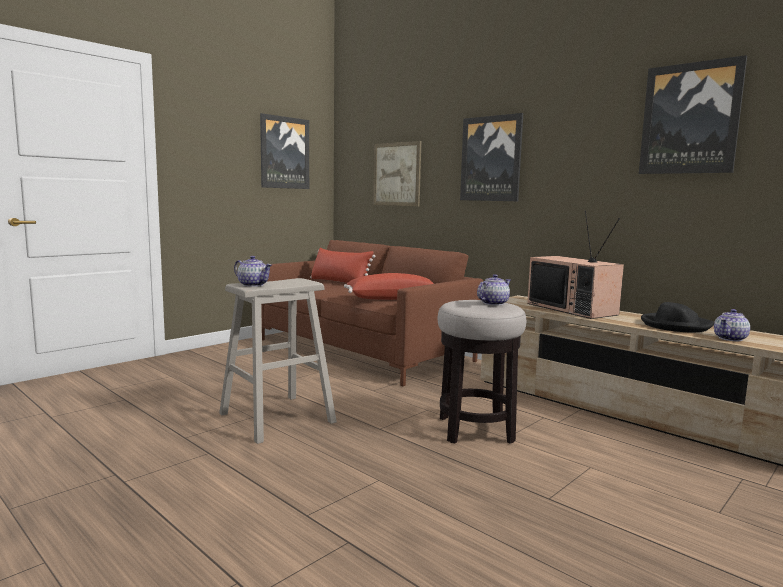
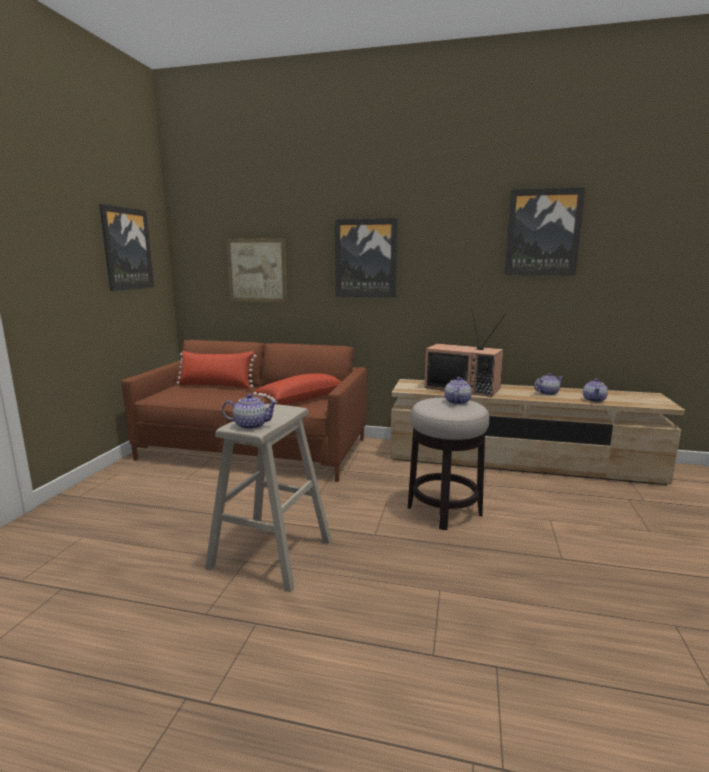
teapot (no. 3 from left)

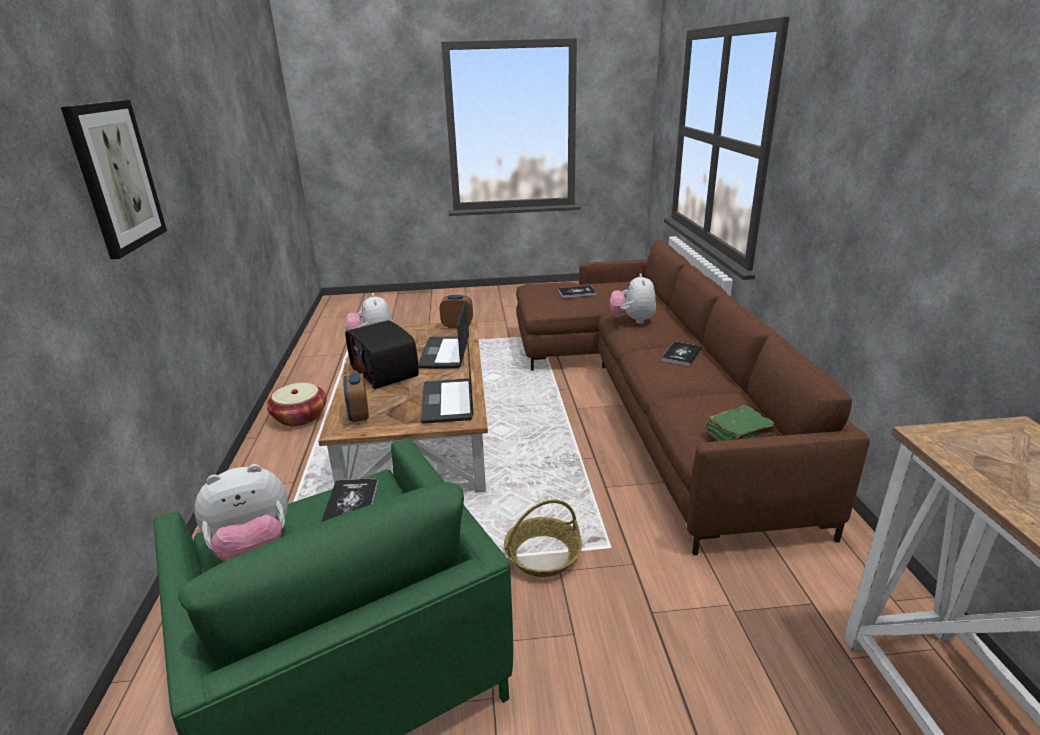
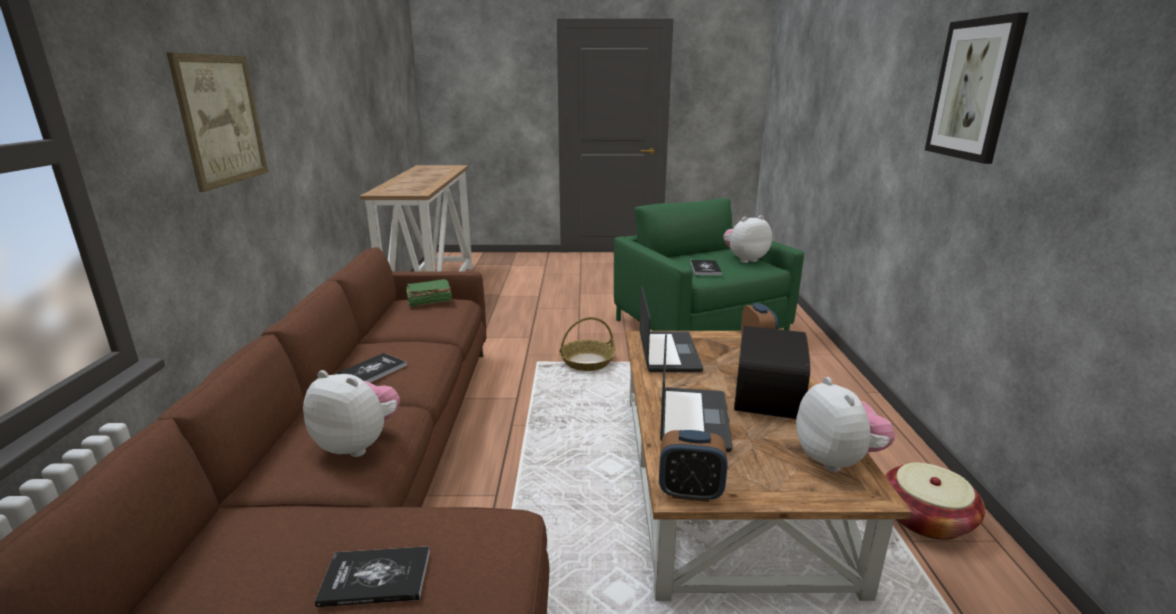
cuddly toy (no. 1 from left)
radio
picture (no. 1 from left)

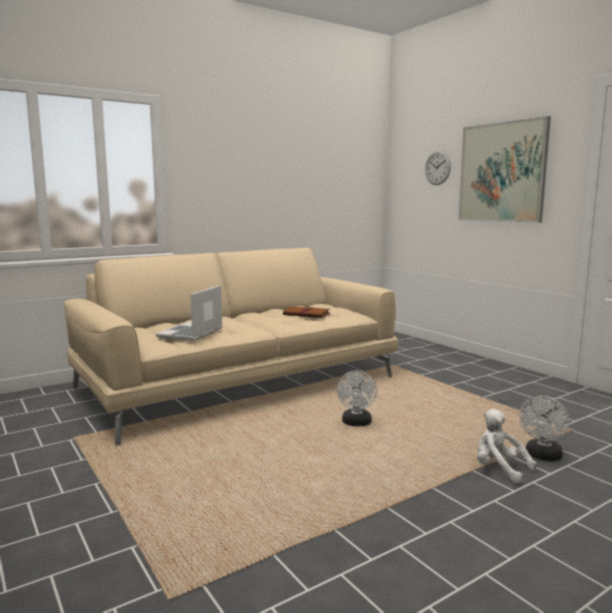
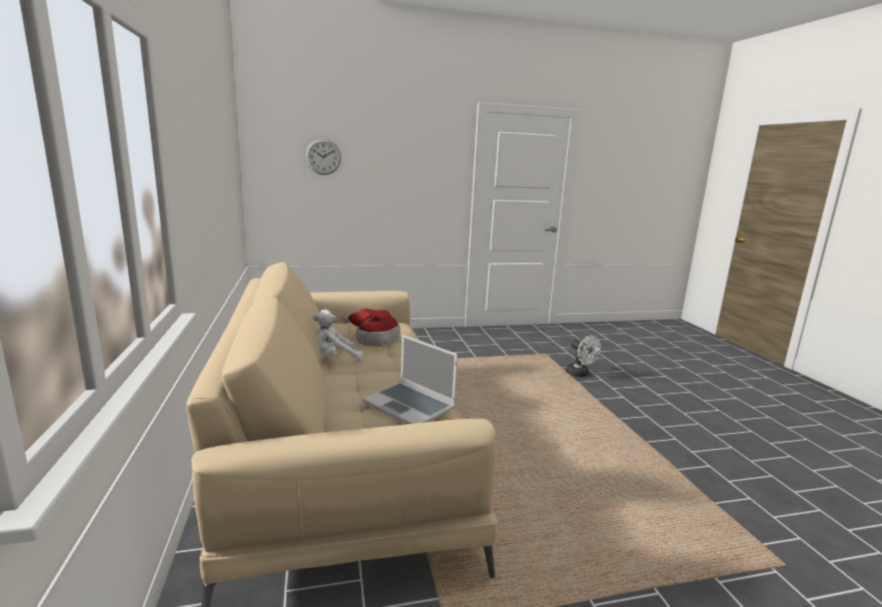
picture
wearable hat
fan/whitish (no. 1 from left in the first image)
cuddly toy/whitish

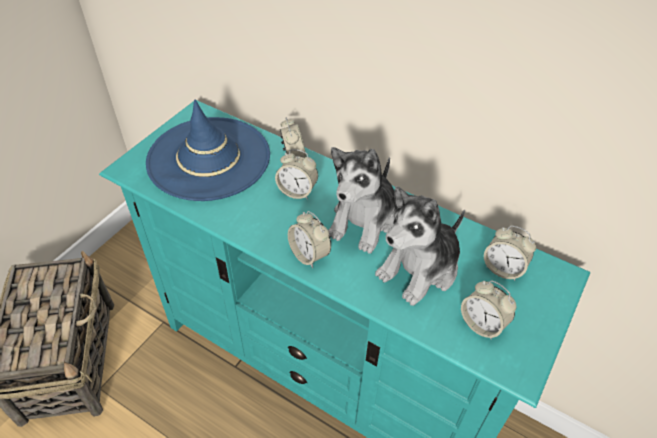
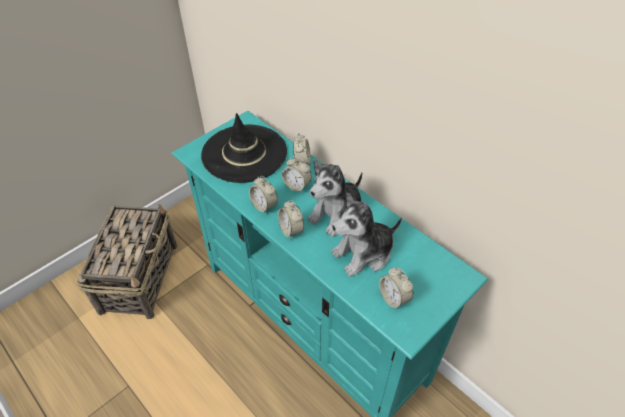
wearable hat/black-coloured
table clock (no. 1 from left)

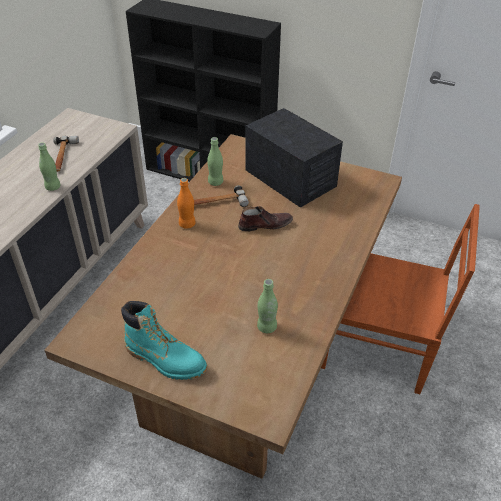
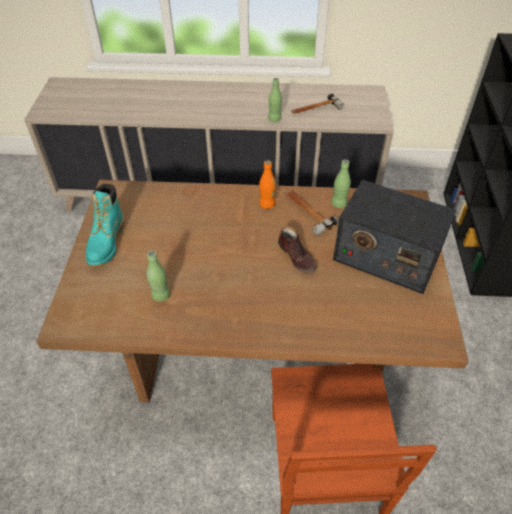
radio

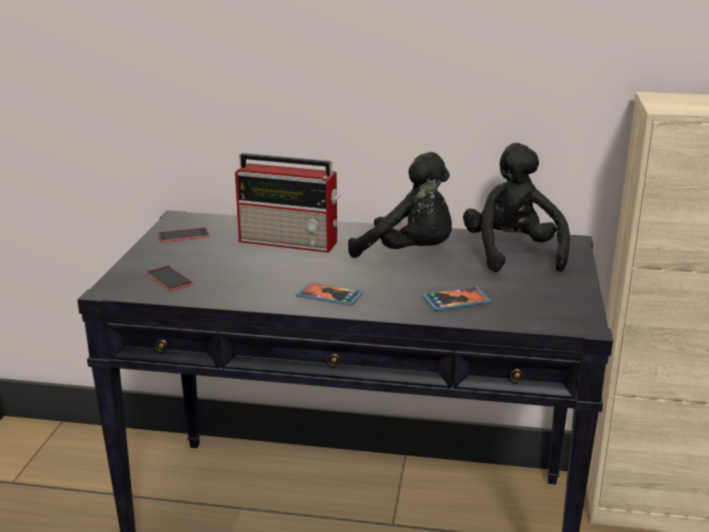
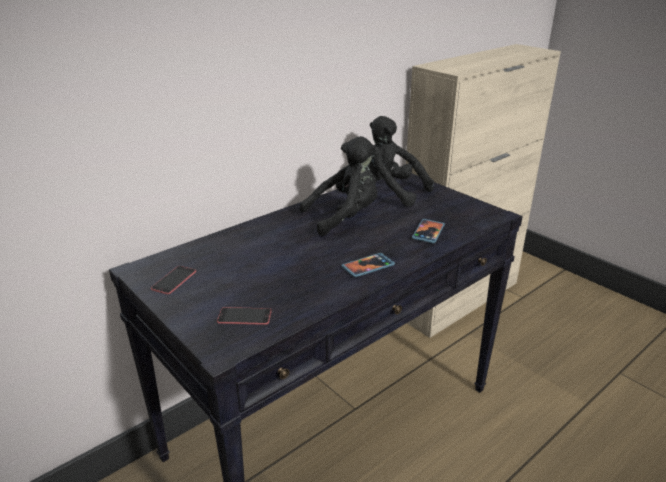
radio

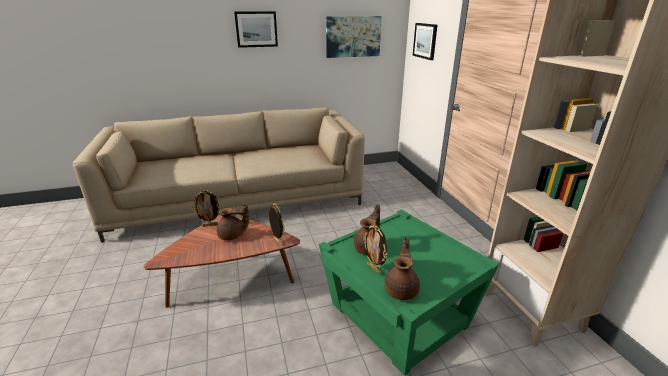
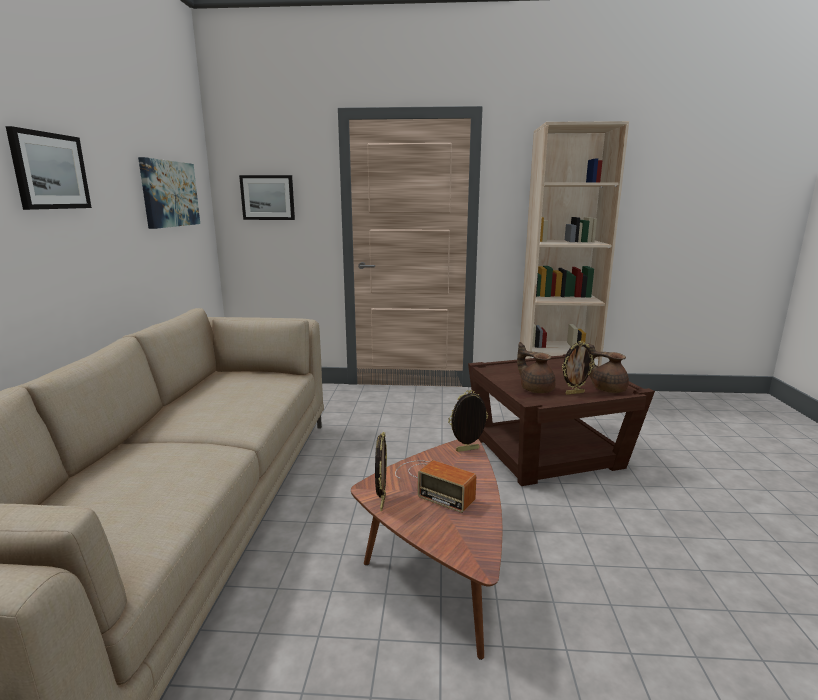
radio
accent table/brown

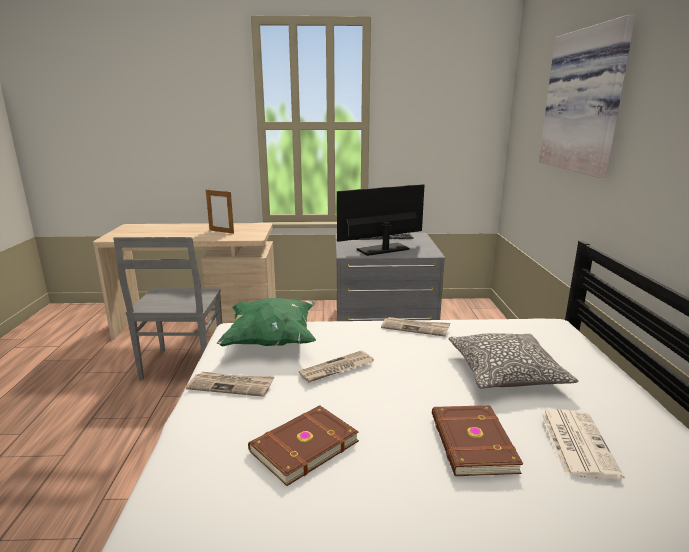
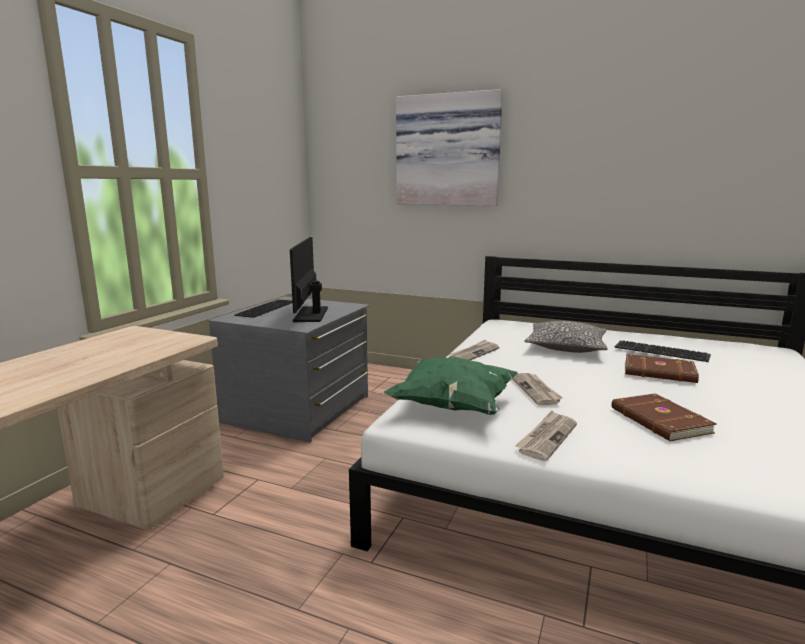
photo frame
upright chair/greyish
keyboard (no. 2 from left)

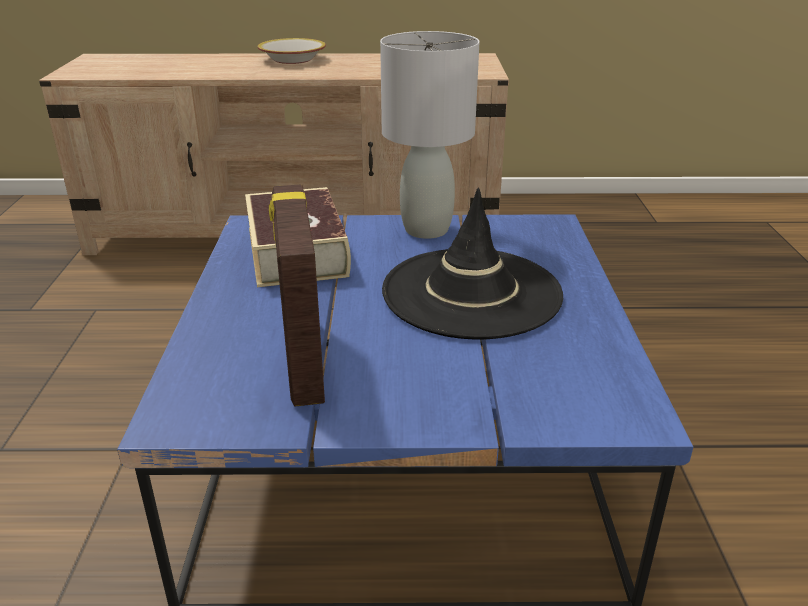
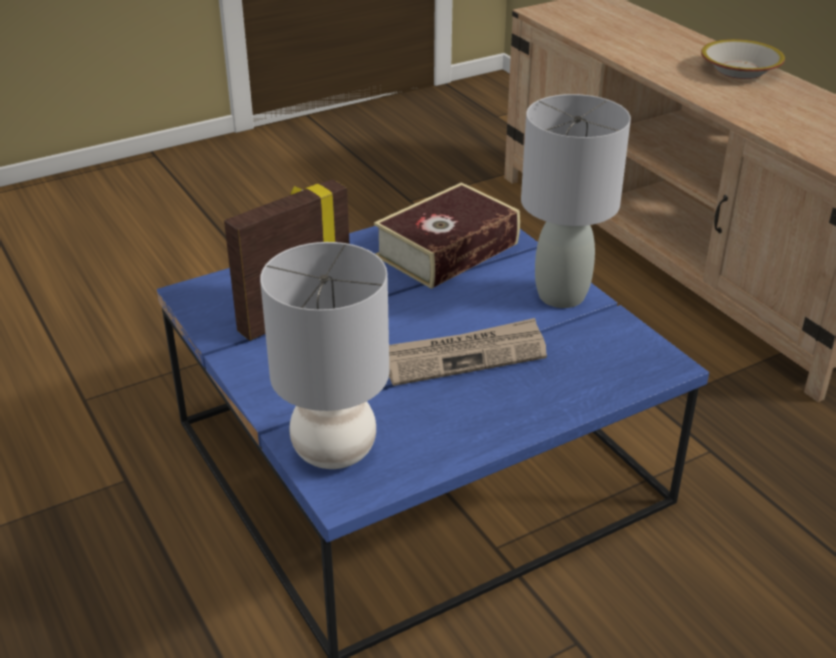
printed paper
table lamp/greyish (no. 1 from left)

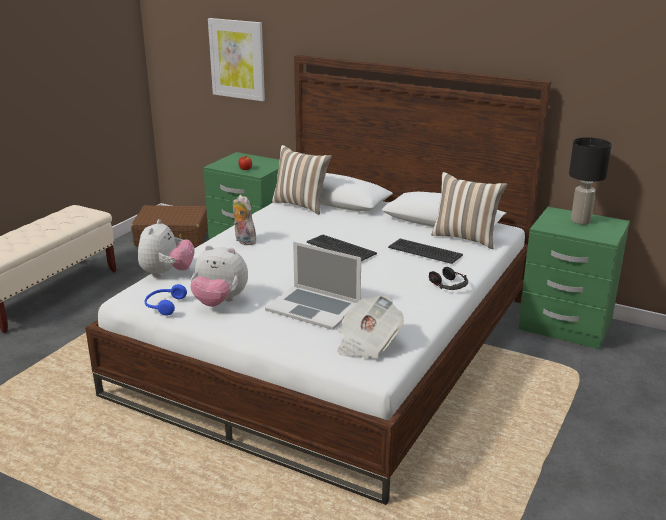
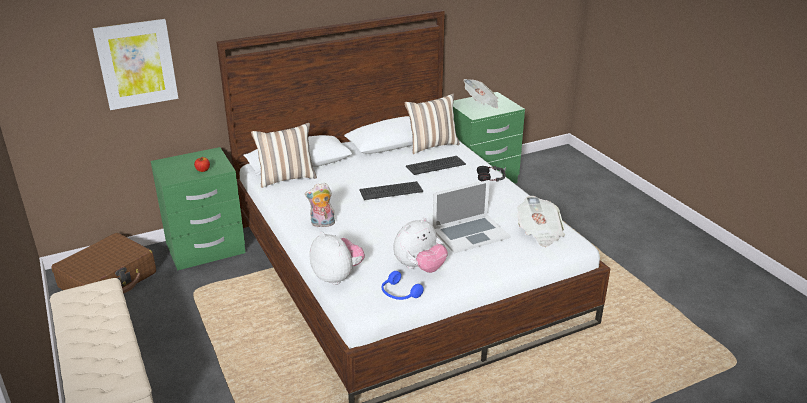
printed paper (no. 1 from left)

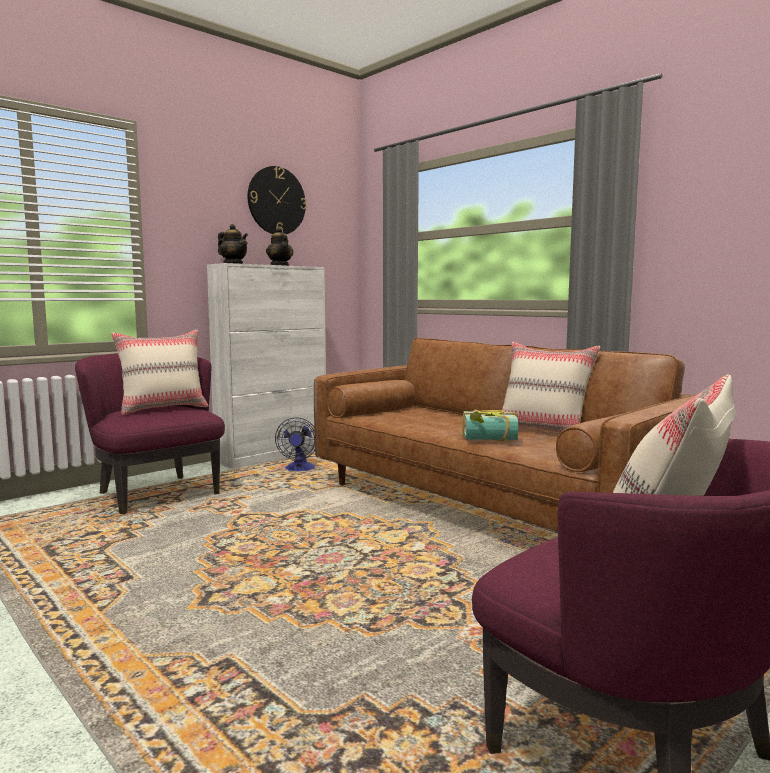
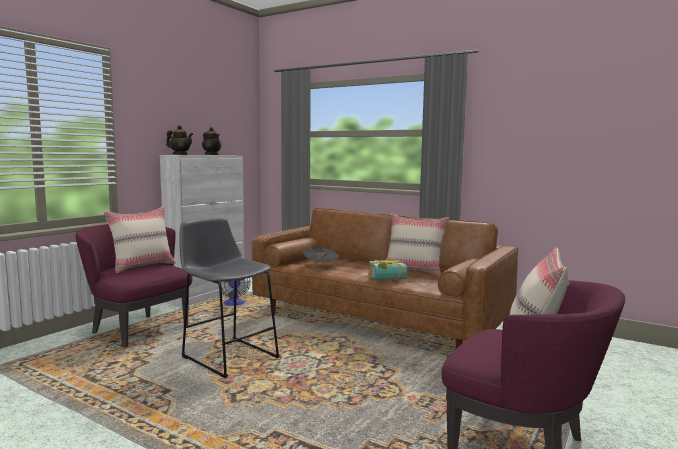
clock on the wall
stool/greyish
printed paper

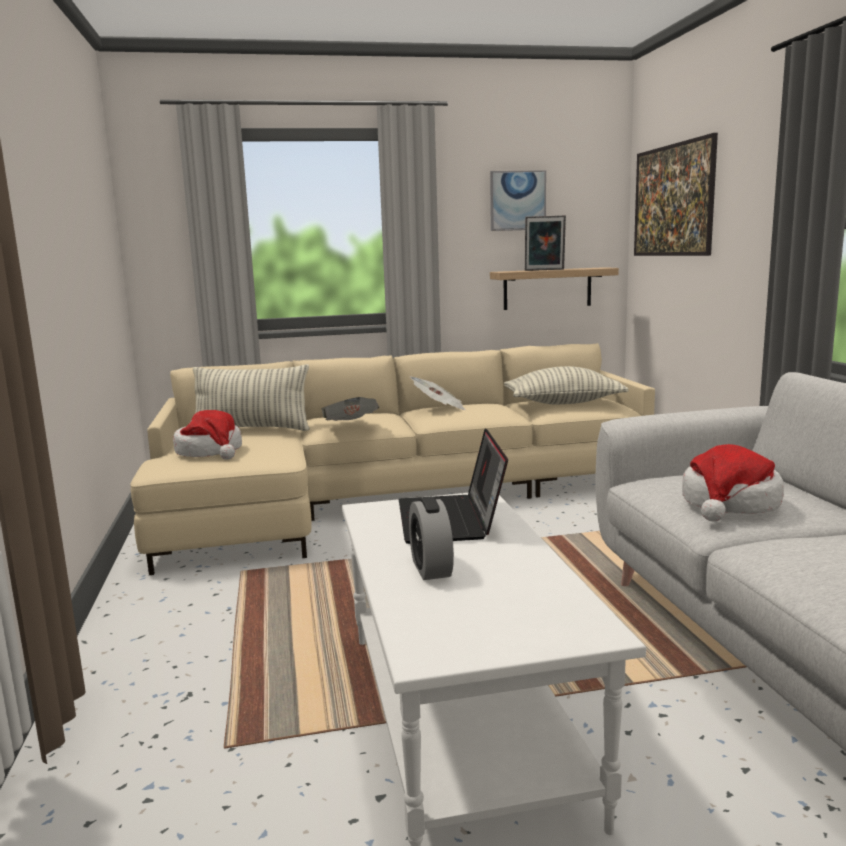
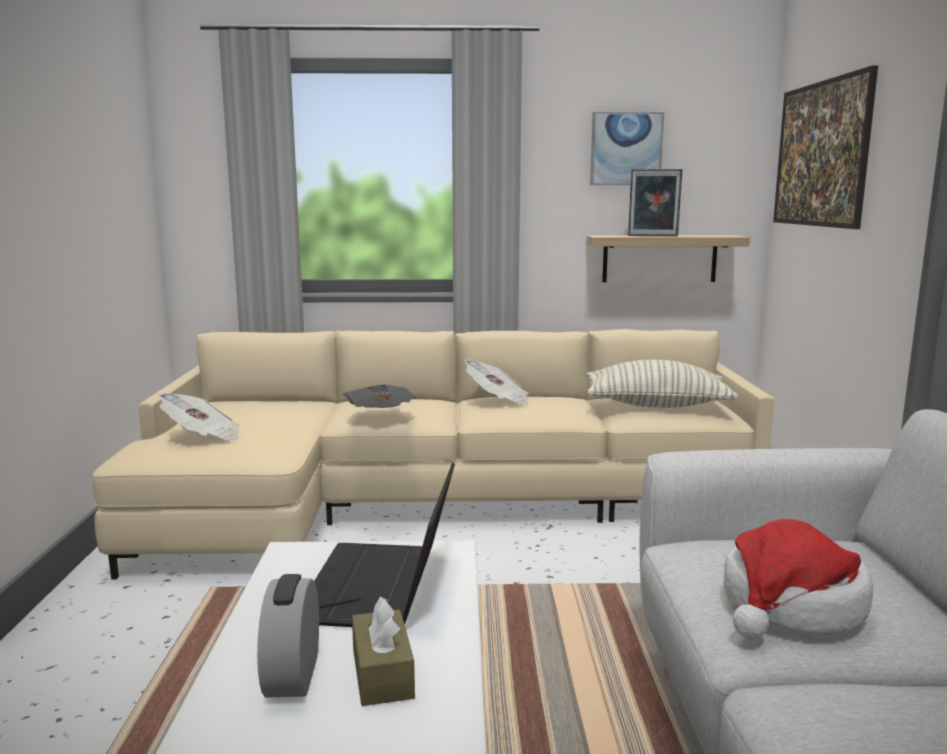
cushion (no. 1 from left in the first image)
printed paper (no. 1 from left)
tissue box/brown

